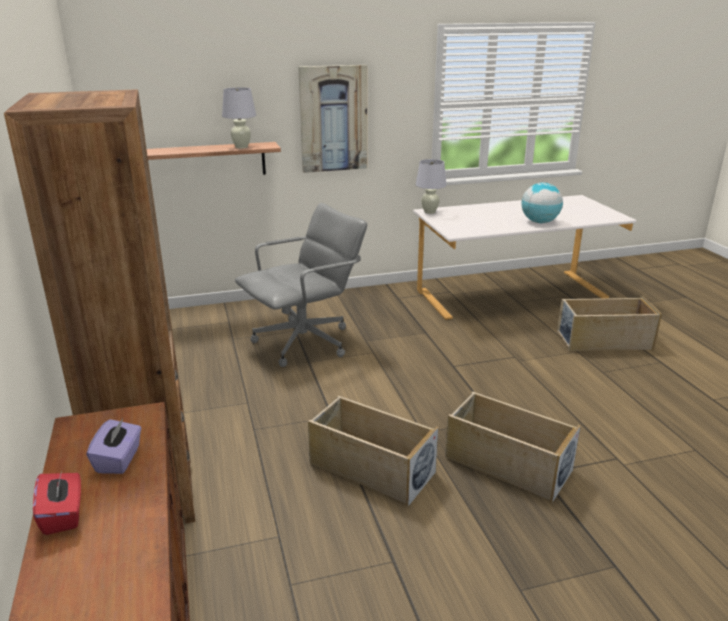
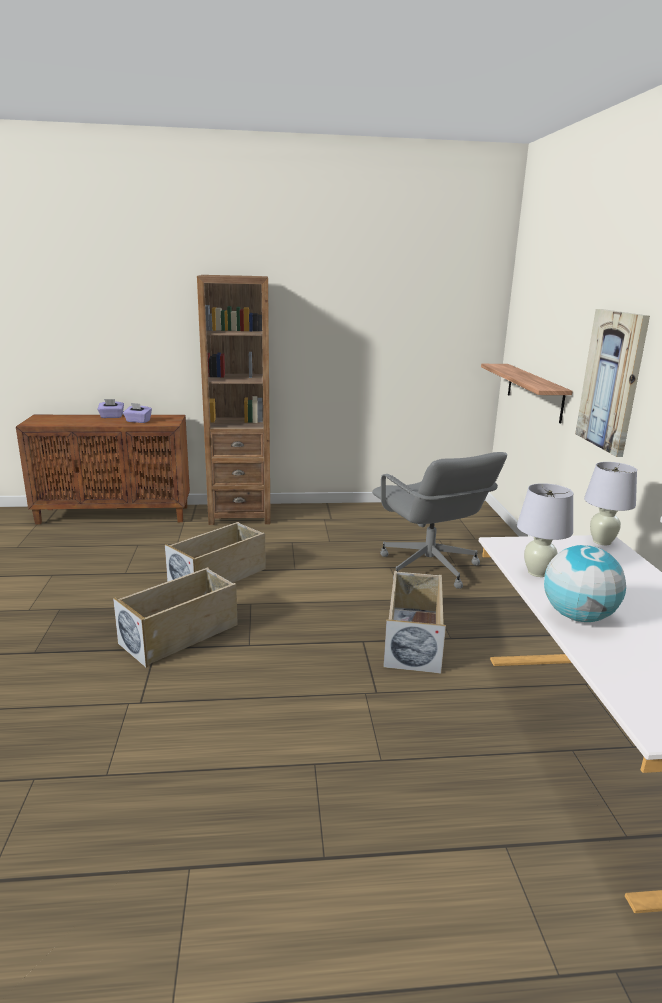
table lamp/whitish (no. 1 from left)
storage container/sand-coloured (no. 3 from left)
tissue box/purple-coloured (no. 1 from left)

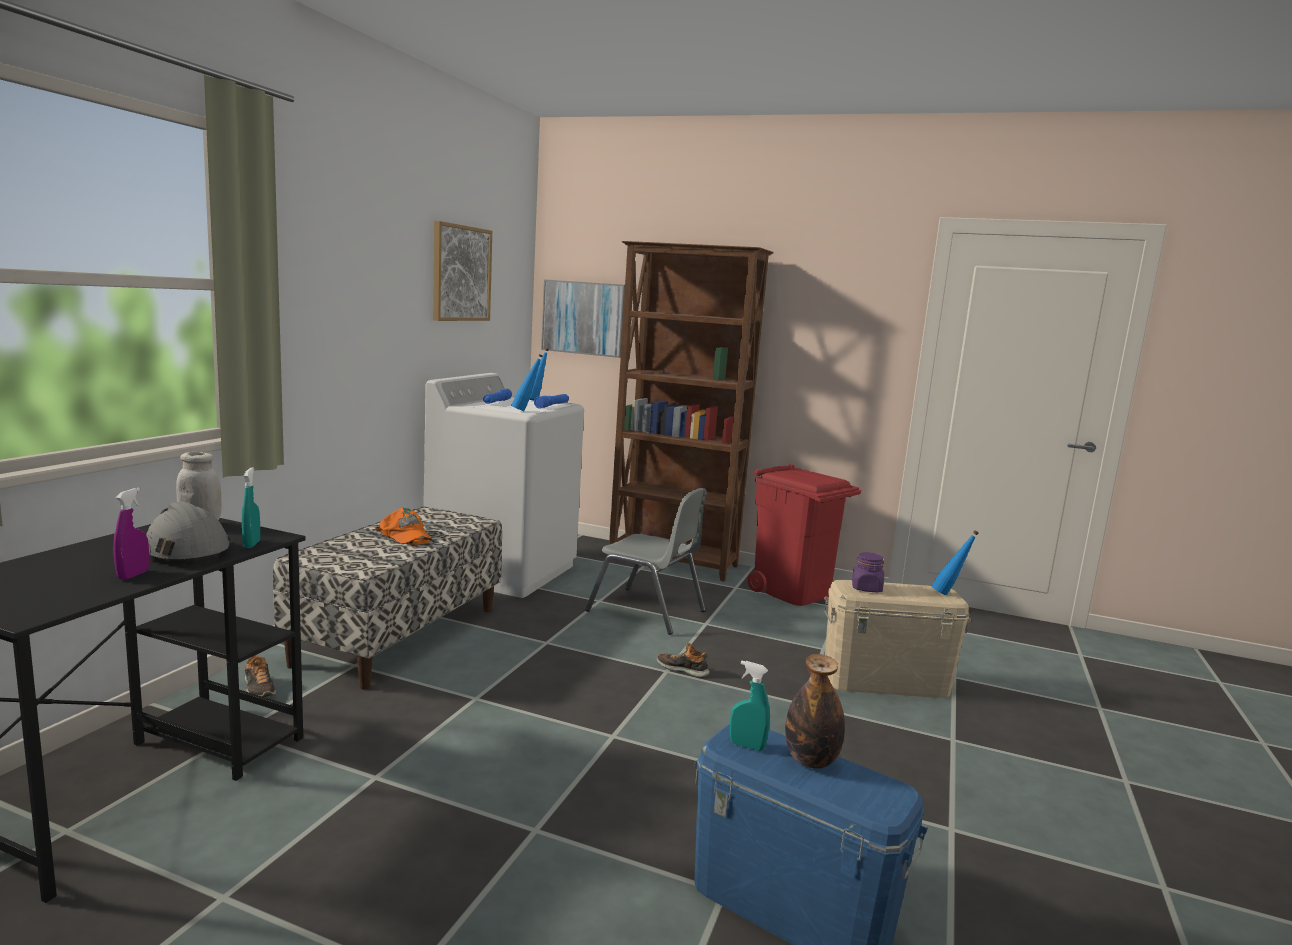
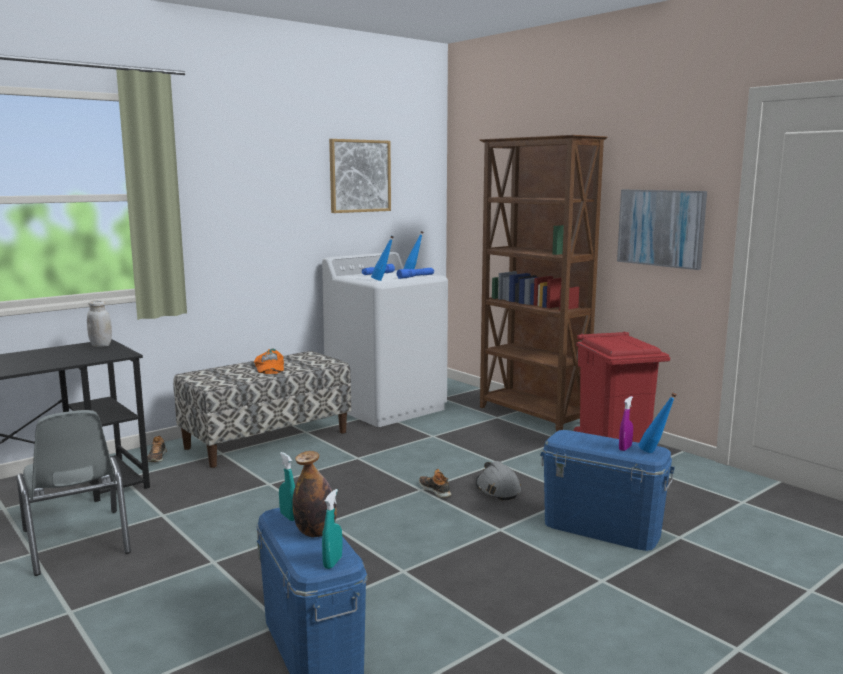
picture (no. 2 from left)
spray bottle/turquoise (no. 2 from left)
spray bottle/purple-coloured
upright chair/greyish
hard hat/greyish
storage jar/purple-coloured
storage container/bluish (no. 2 from left)

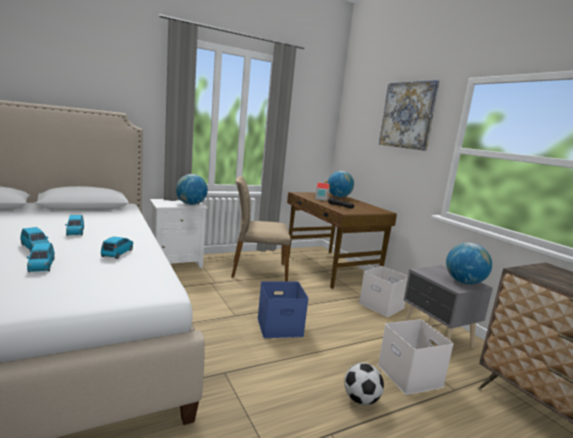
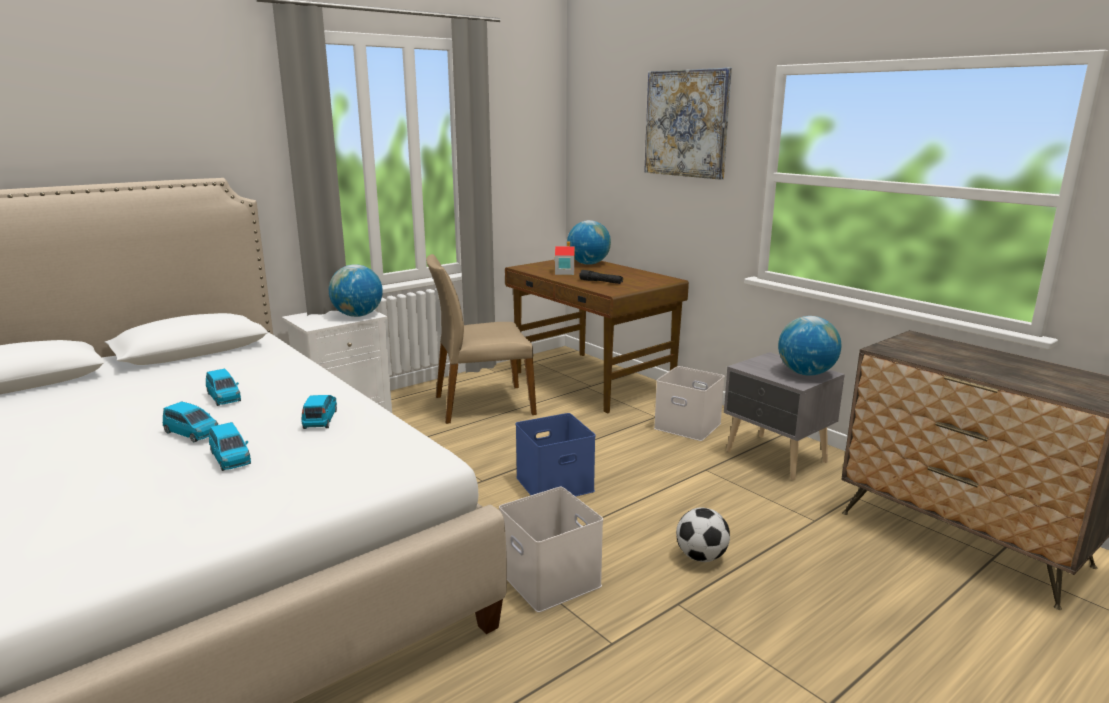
storage container/whitish (no. 1 from left)

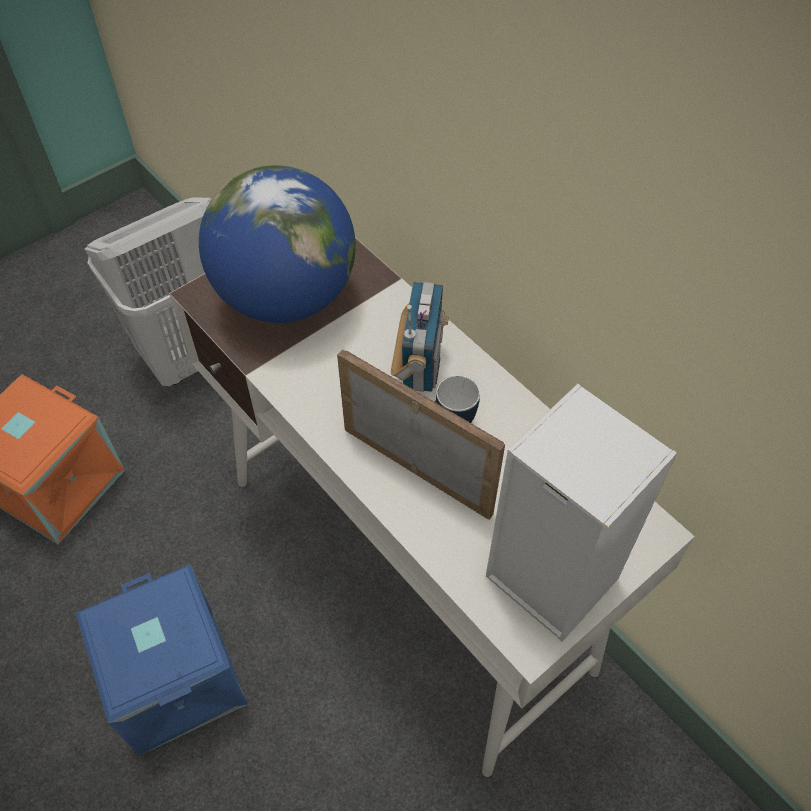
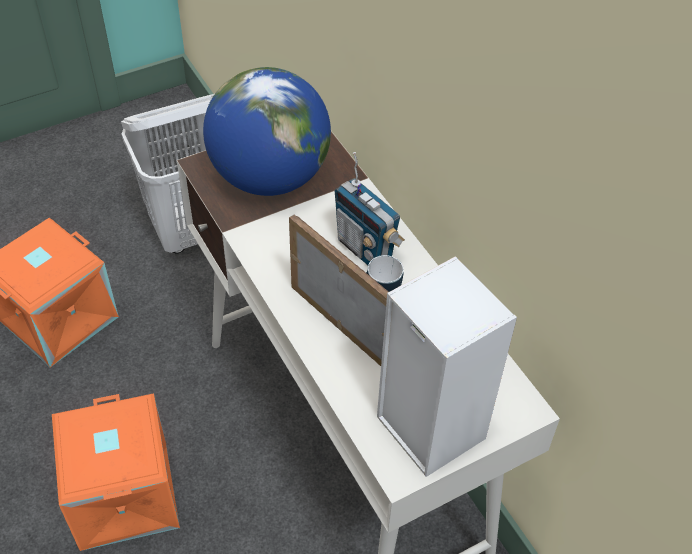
radio
storage container/orange (no. 2 from left)

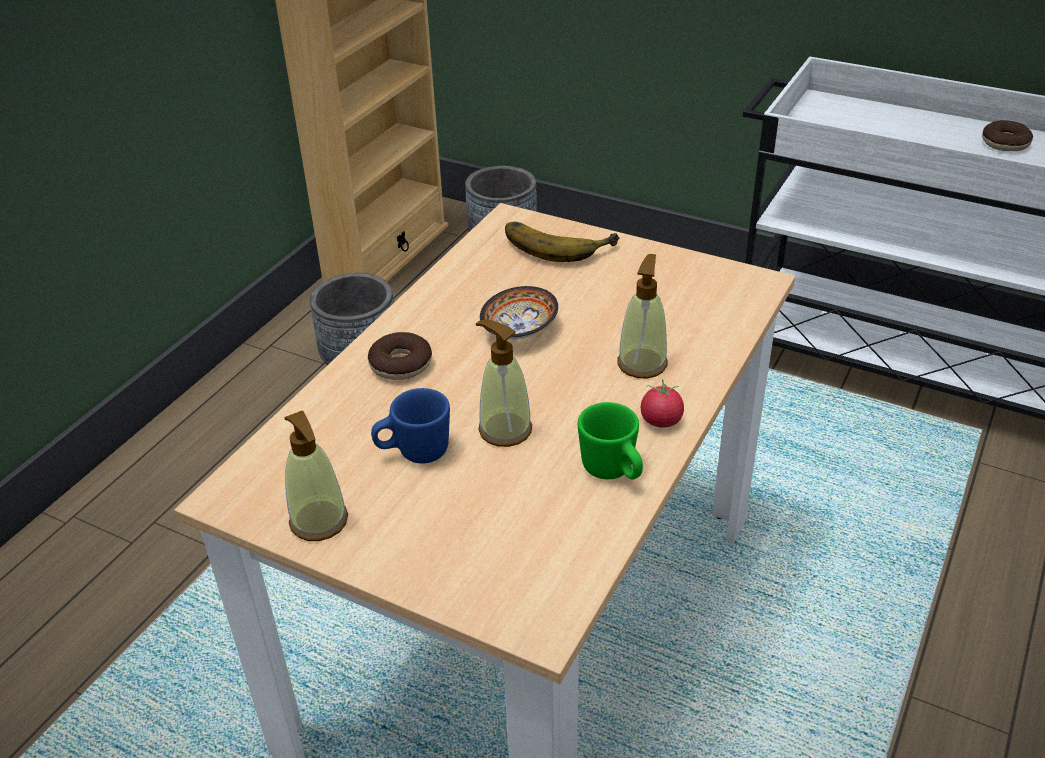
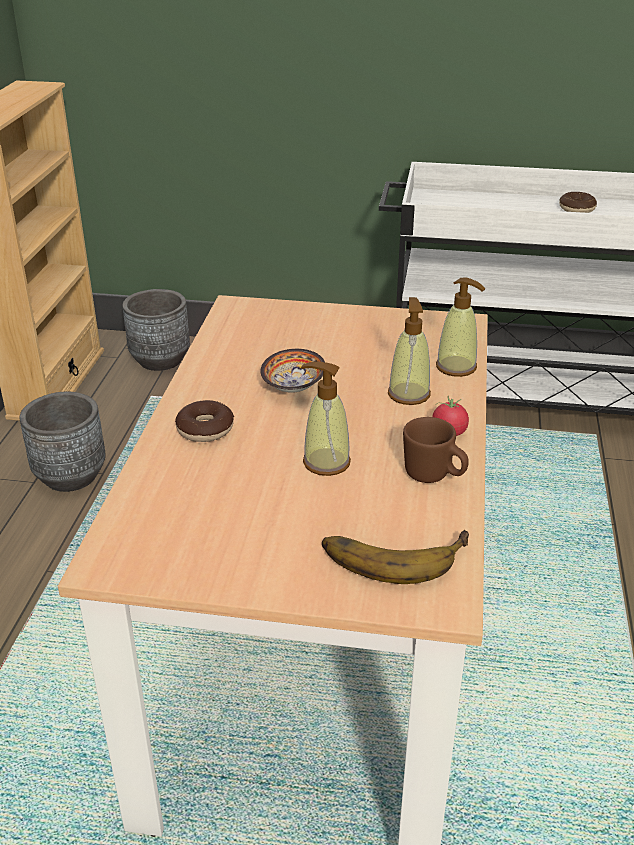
whole banana
coffee mug/bluish
coffee mug/brown
soap dispenser (no. 3 from left)

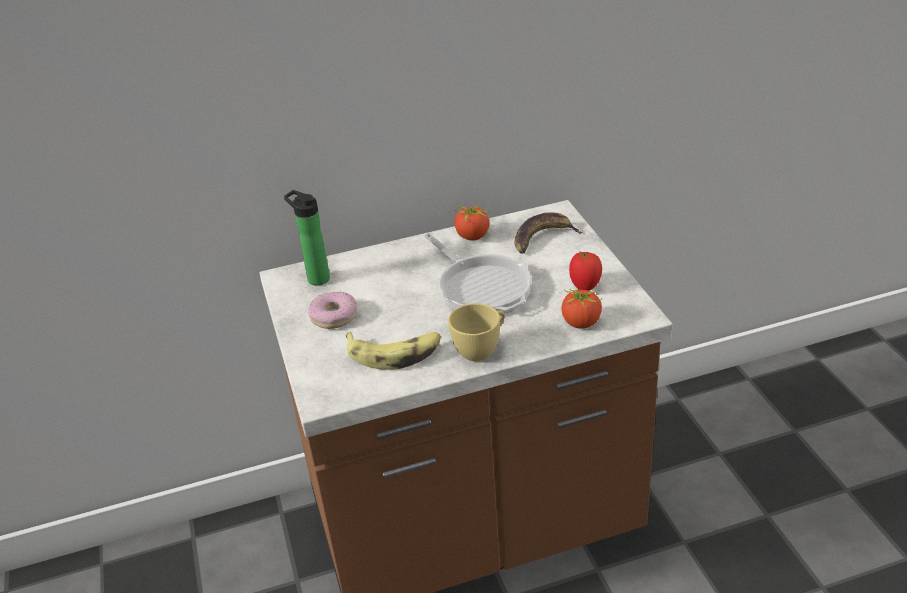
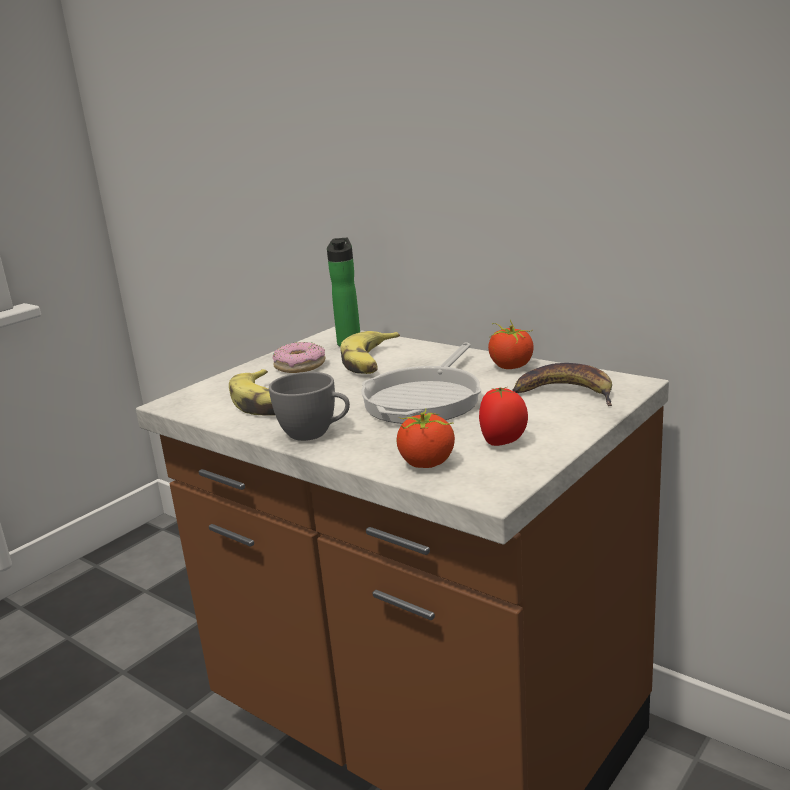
cup/greyish
whole banana (no. 2 from left)

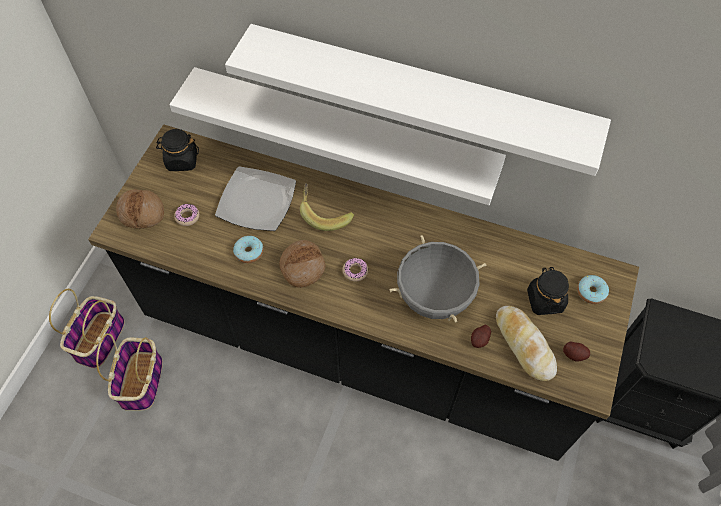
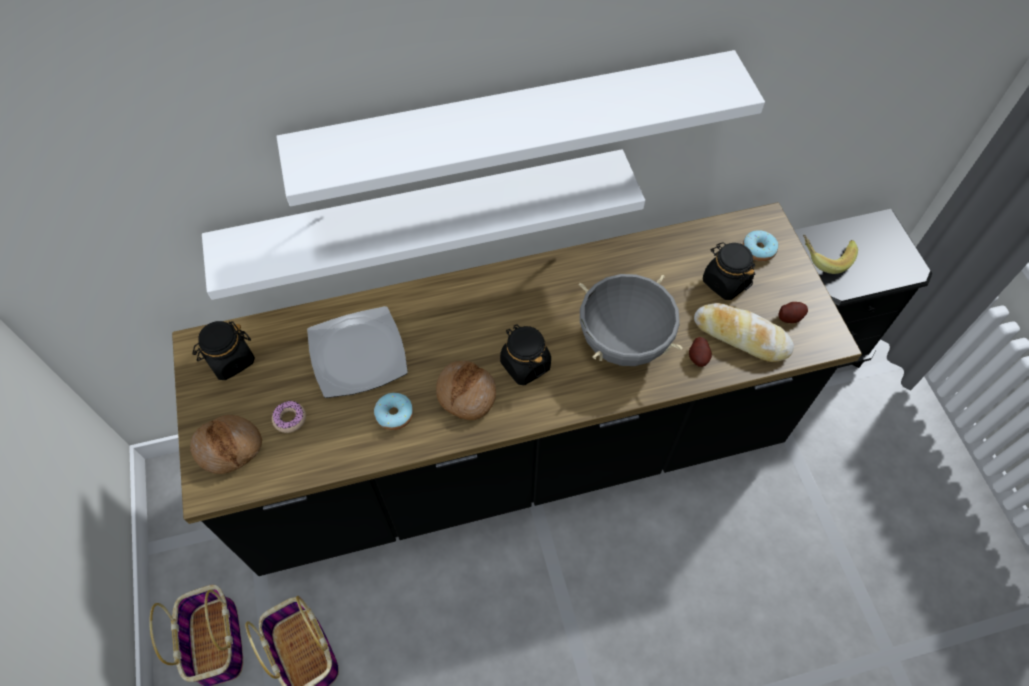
whole banana
storage jar/black-coloured (no. 2 from left)

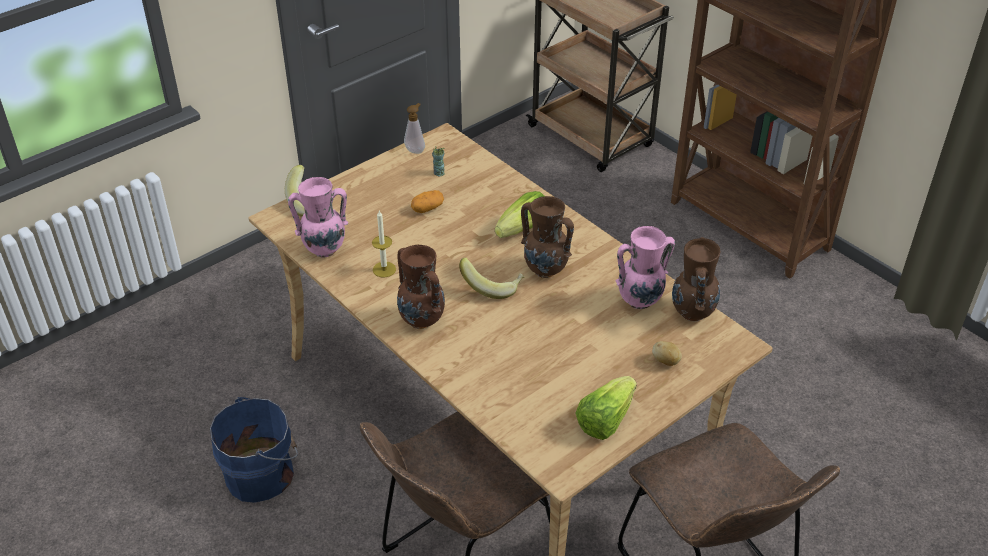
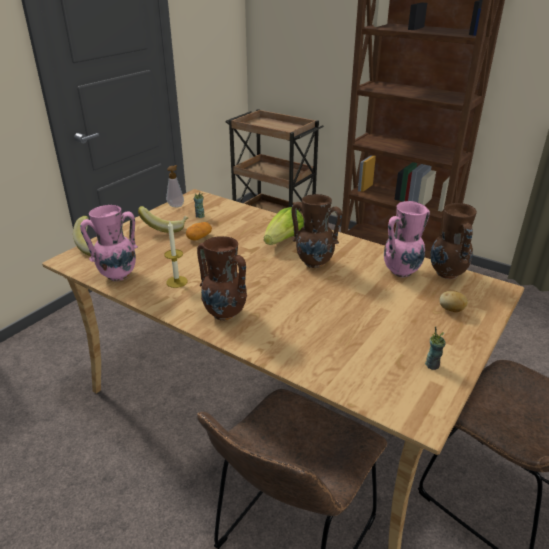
whole banana (no. 2 from left)
cup (no. 2 from left)
water bucket/bluish

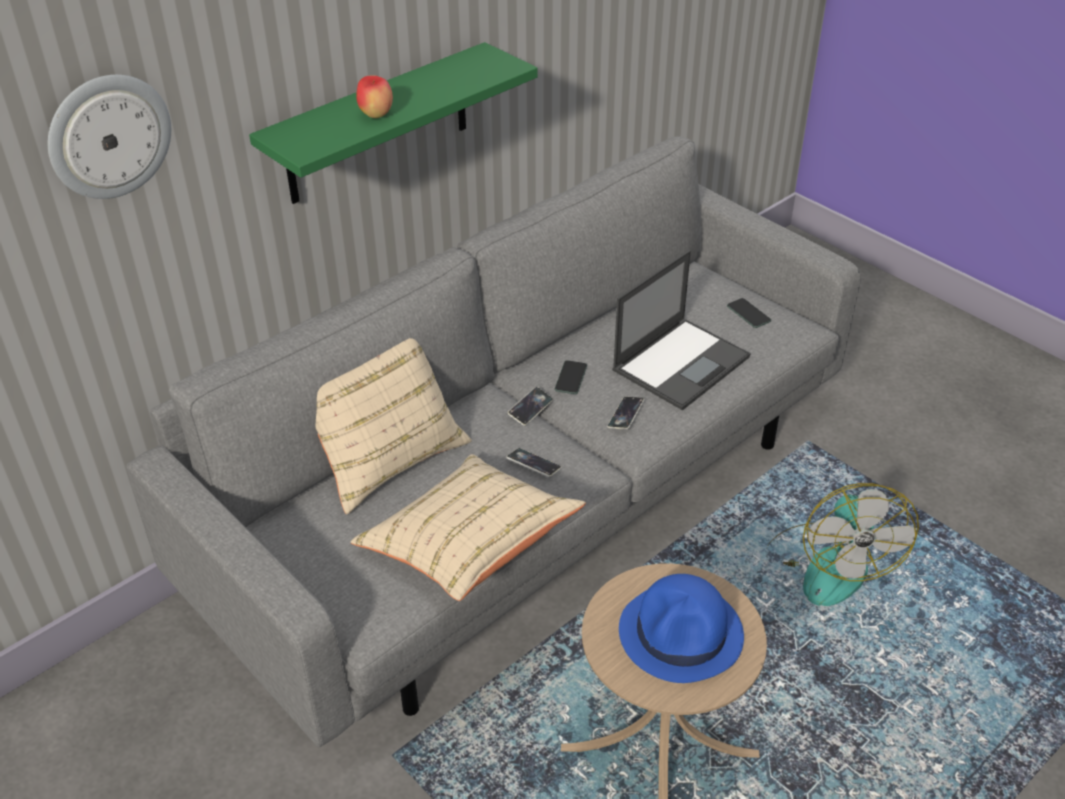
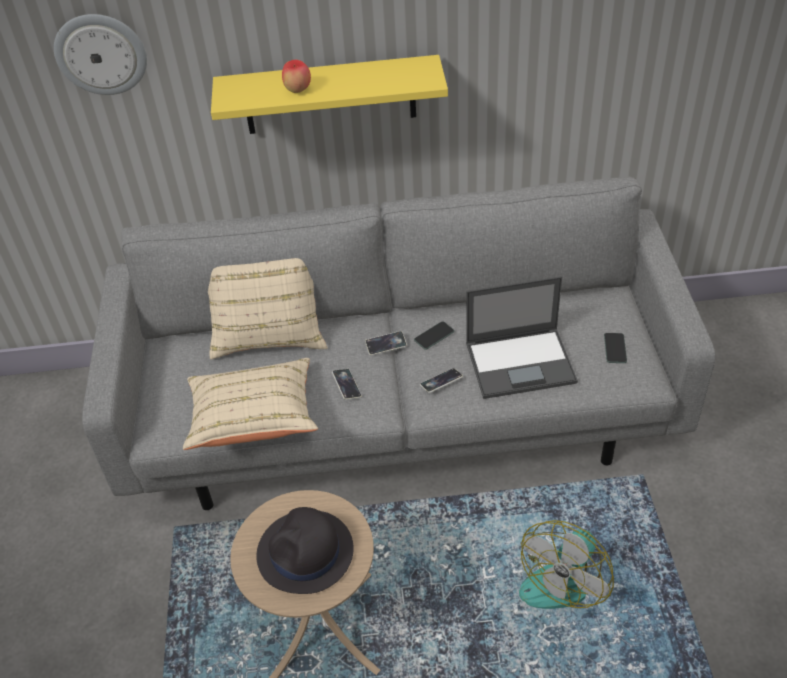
wall shelf/yellowish
wearable hat/black-coloured

